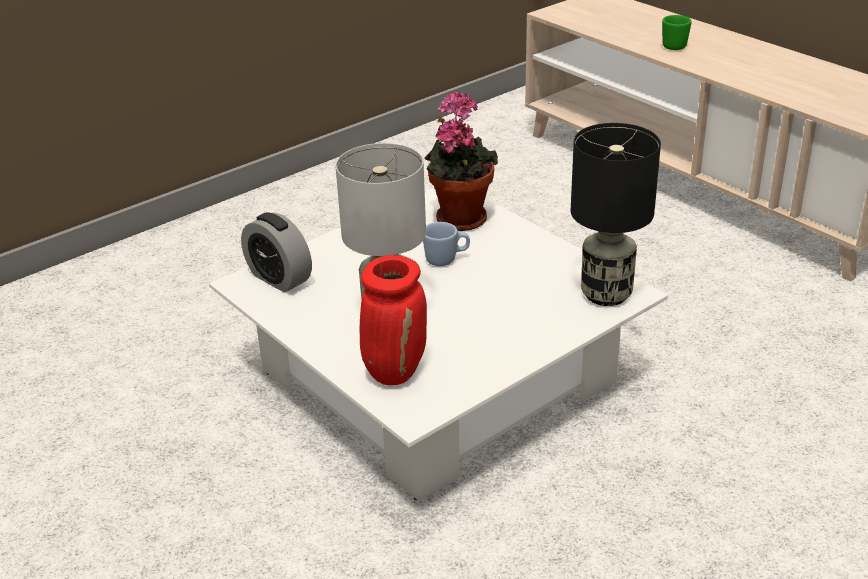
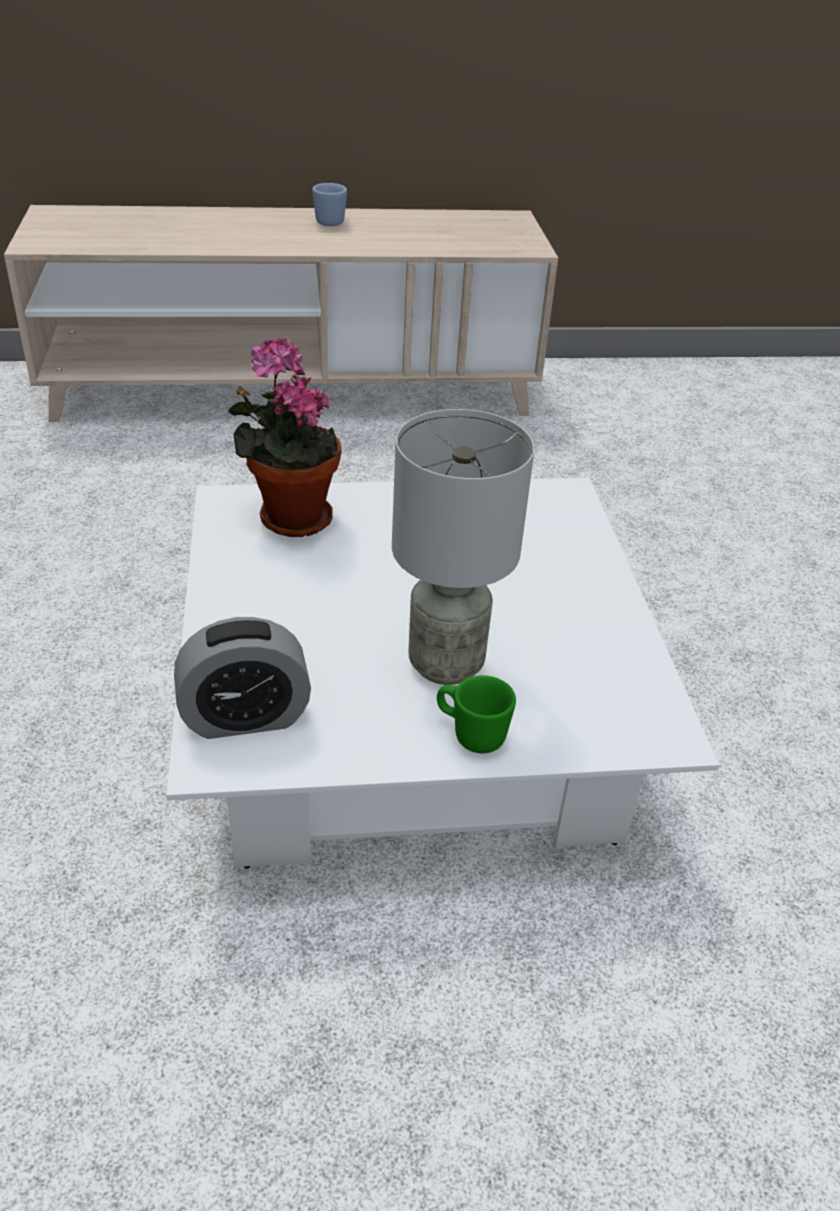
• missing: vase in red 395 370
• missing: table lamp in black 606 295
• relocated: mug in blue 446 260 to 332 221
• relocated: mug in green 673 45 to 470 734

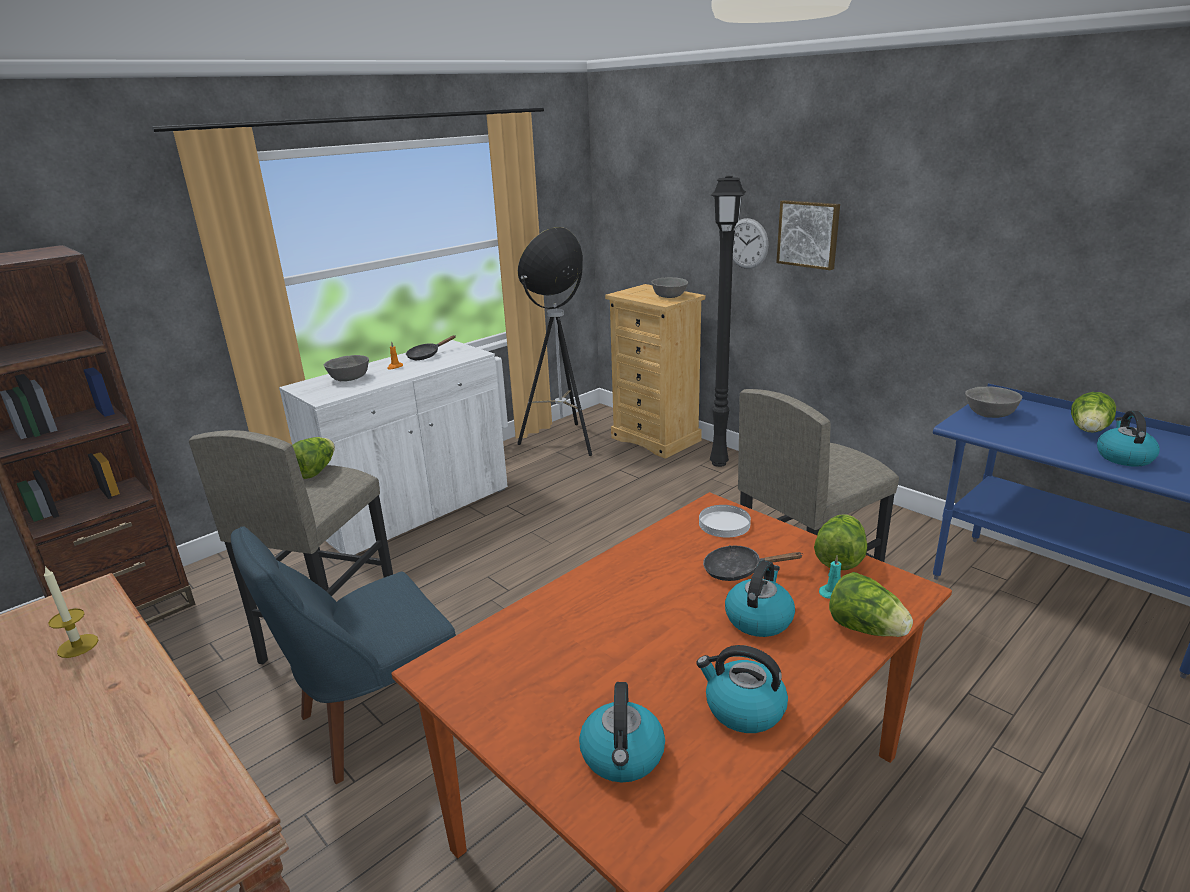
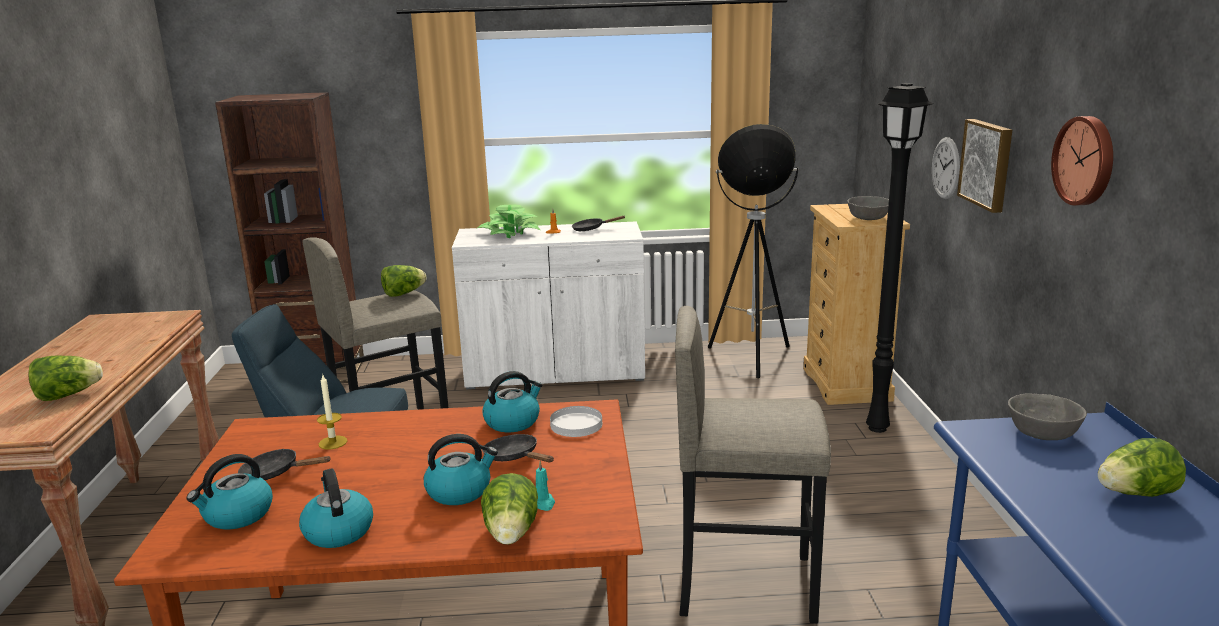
• appeared: frying pan in black 276 473
• appeared: wall clock 1086 160
• relocated: candle 78 646 to 333 442
• relocated: lettuce 839 558 to 68 395
• relocated: kettle 1123 457 to 513 421
• exchanged: bowl in grey 349 378 to potted plant 509 233

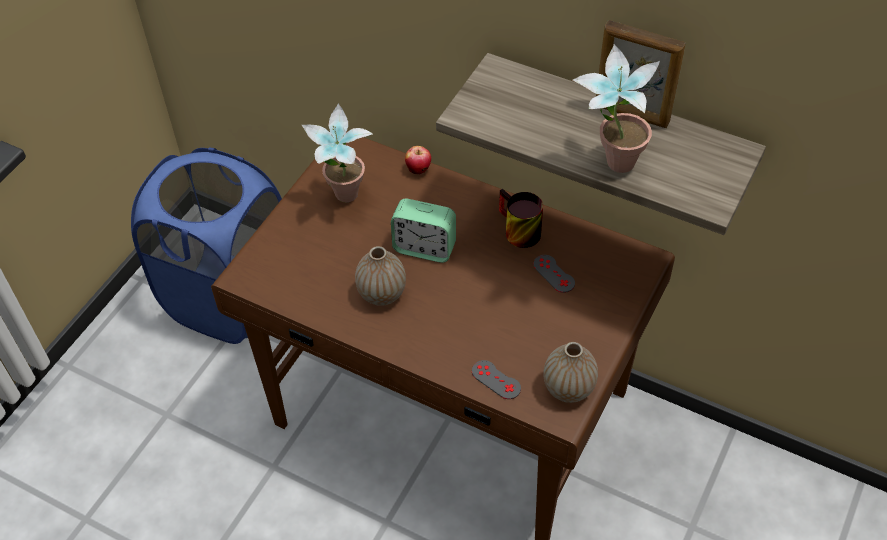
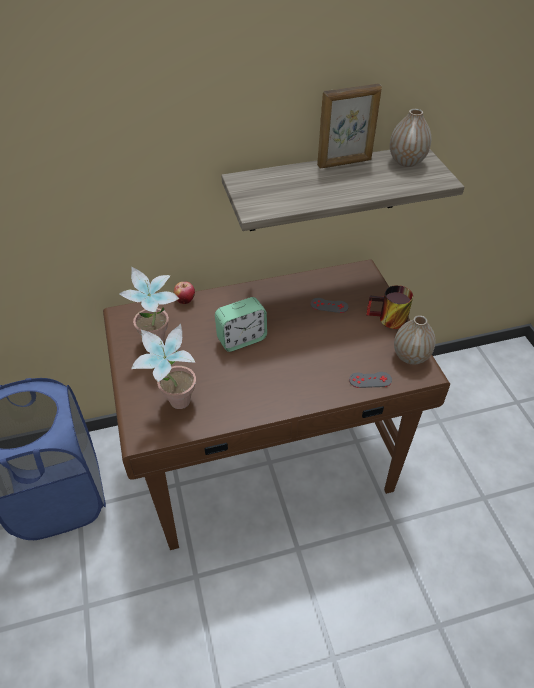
• relocated: vase 382 294 to 406 162
• relocated: mug 516 231 to 388 320
• relocated: potted plant 610 164 to 174 406

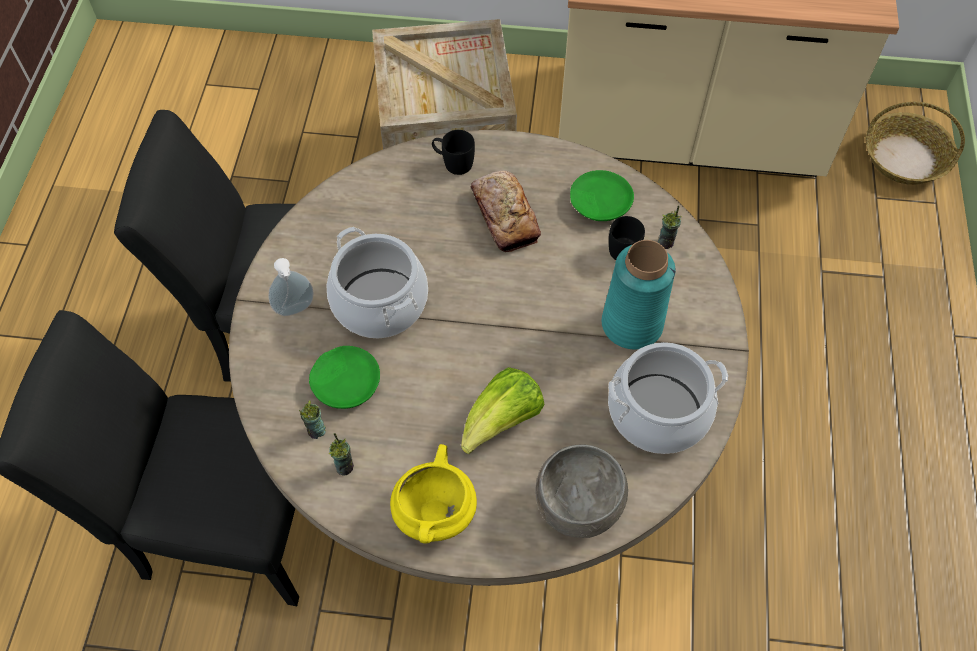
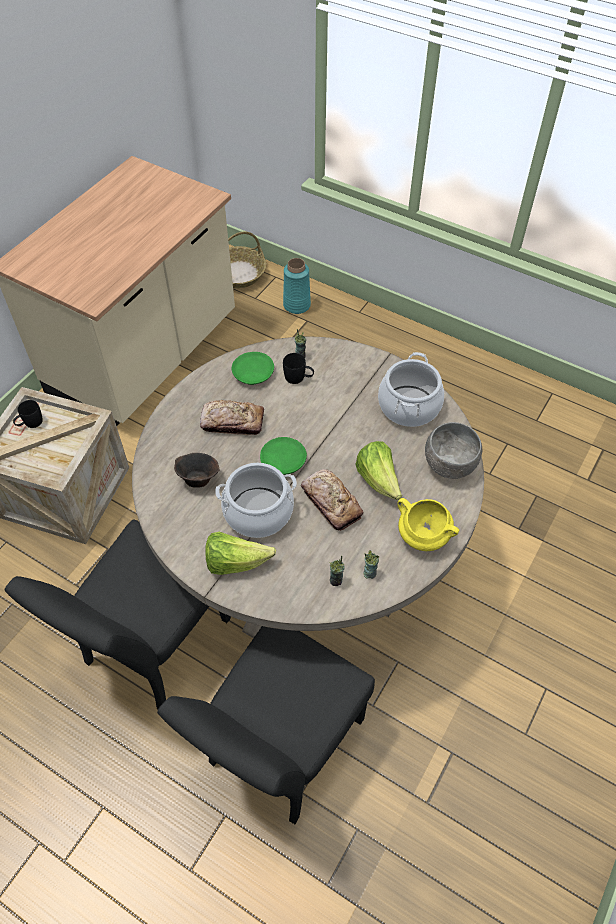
• appeared: bowl in brown 198 478
• appeared: bread 331 503
• relocated: plate in green 346 382 to 283 460
• relocated: mug in black 453 162 to 30 423
• relocated: vase in turquoise 631 324 to 296 305
• exchanged: soap dispenser 296 310 to lettuce 235 562

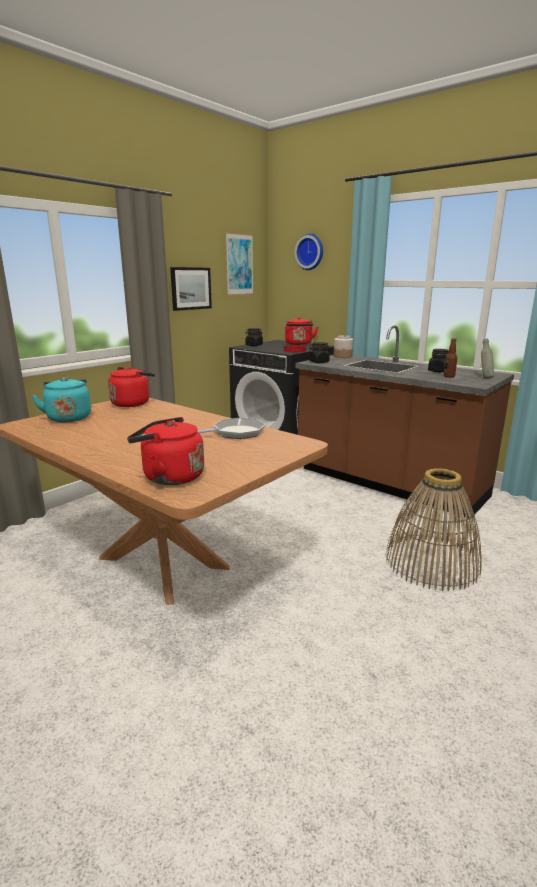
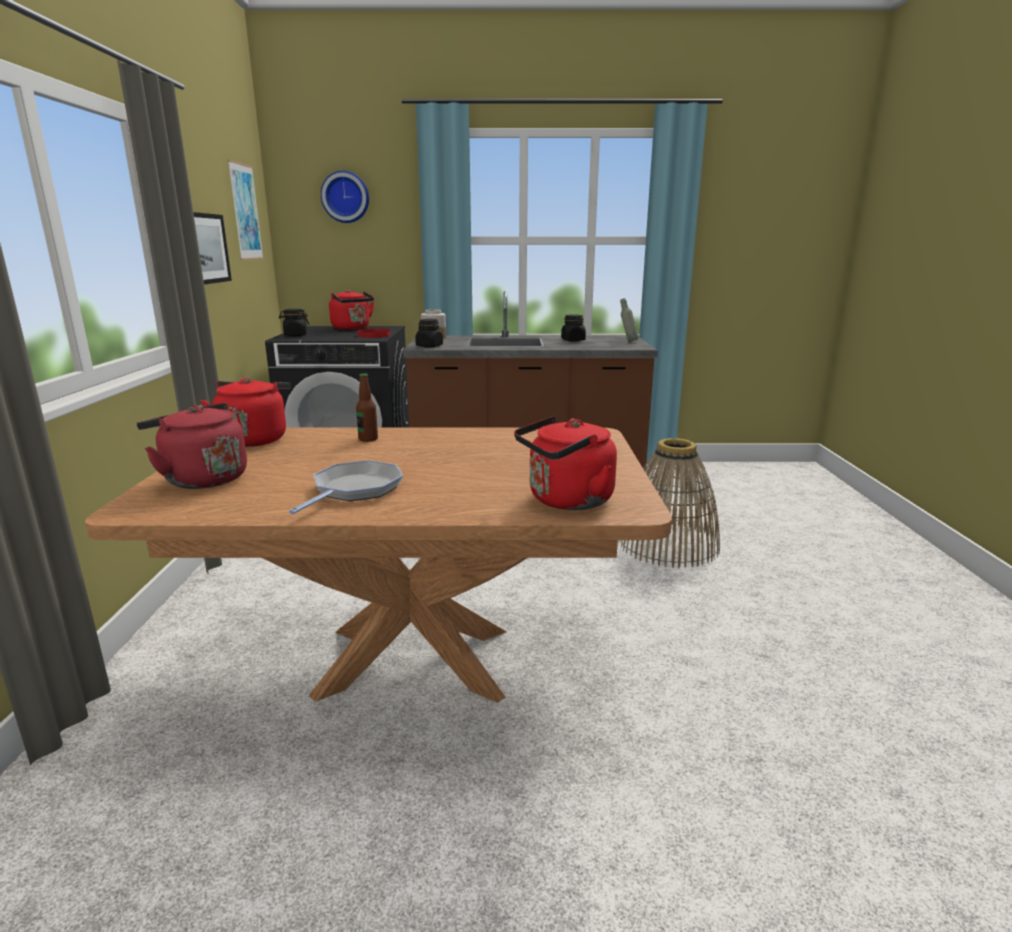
• relocated: frying pan 236 433 to 355 490
• relocated: bottle 449 376 to 368 439
• colour: kettle in turquoise 69 417 to kettle in red 202 479

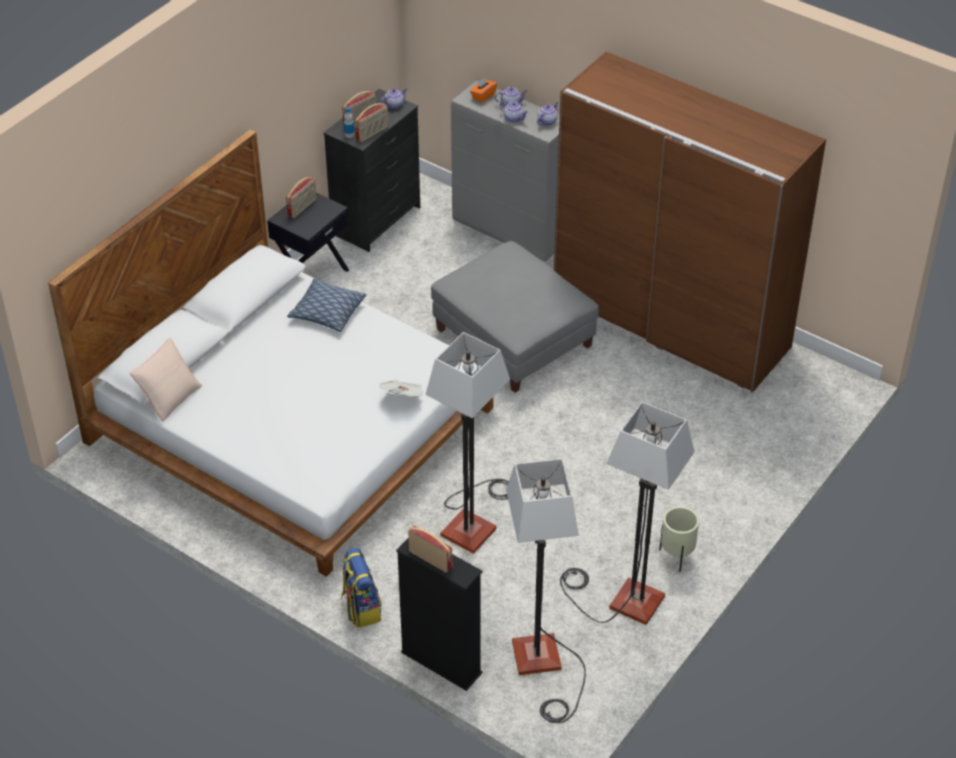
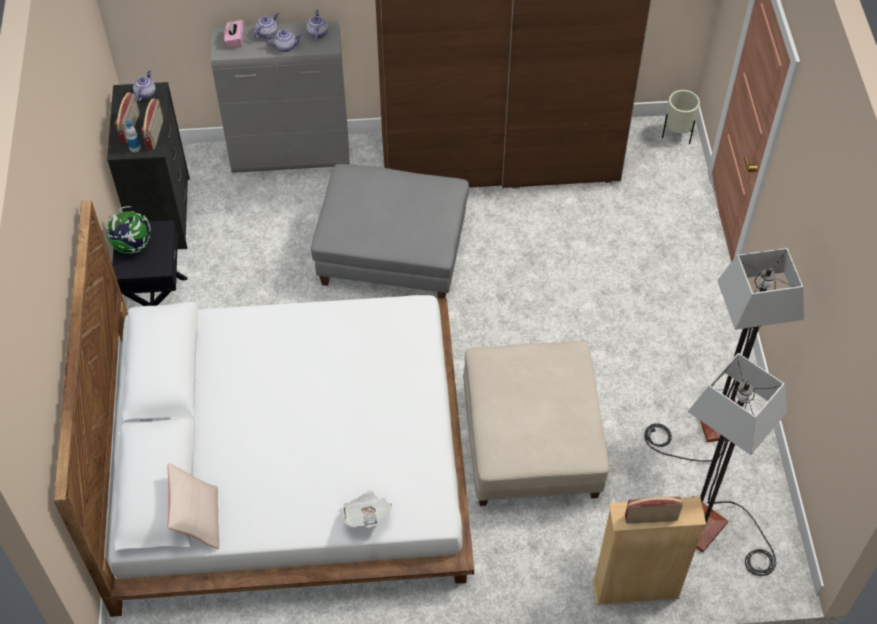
• missing: pillow 327 312
• missing: backpack 361 608
• relocated: newspaper 403 397 to 367 515
• relocated: planter in beige 676 557 to 677 135
• exchanged: radio 302 208 to globe 132 246
• exchanged: floor lamp 473 521 to ottoman in beige 530 442
• colour: bookcase in black 441 663 to bookcase in beige 635 589
• colour: tissue box in orange 483 96 to tissue box in pink 235 40

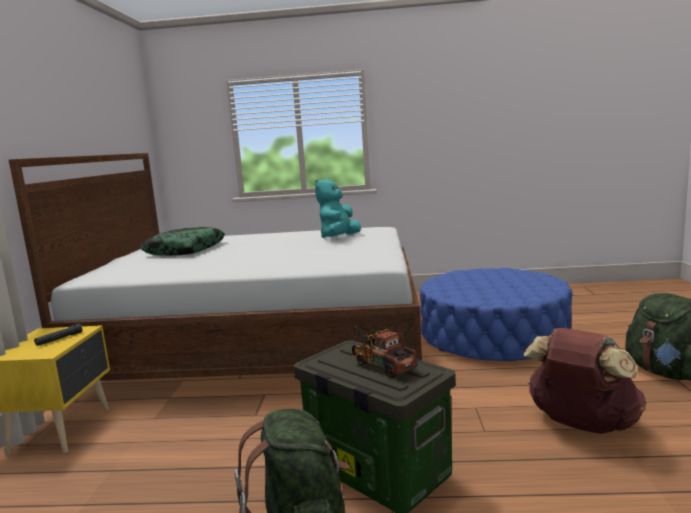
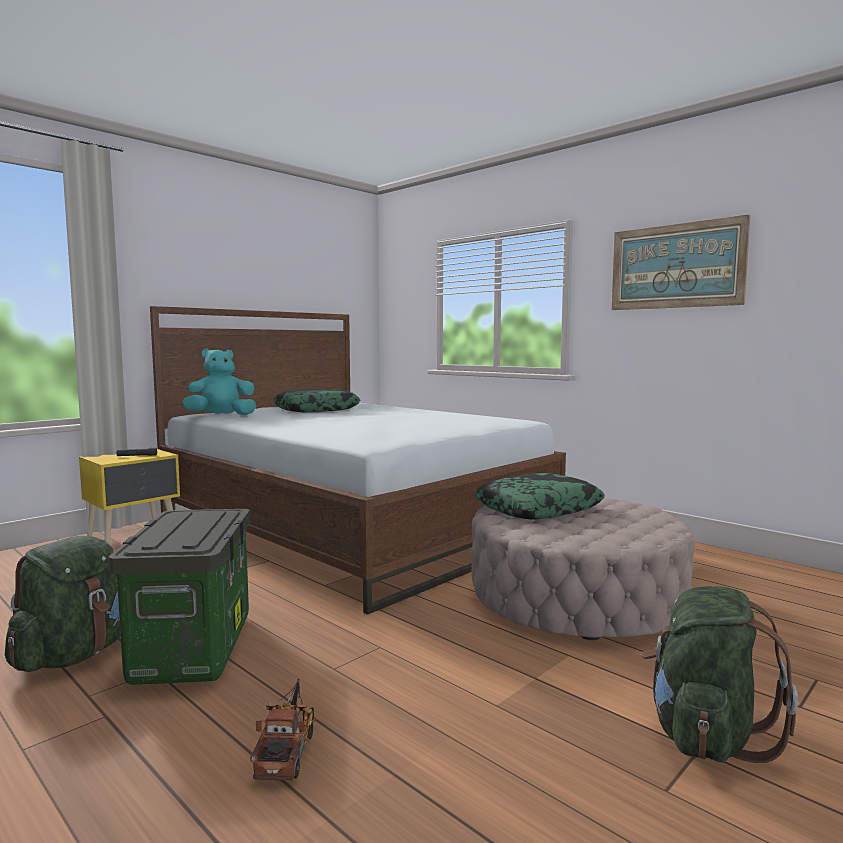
• missing: backpack in brown 581 425
• appeared: pillow 538 508
• appeared: picture 676 266
• relocated: plush toy in turquoise 339 238 to 221 416
• relocated: toy truck 380 364 to 287 749
• colour: ottoman in blue 493 337 to ottoman in beige 575 597

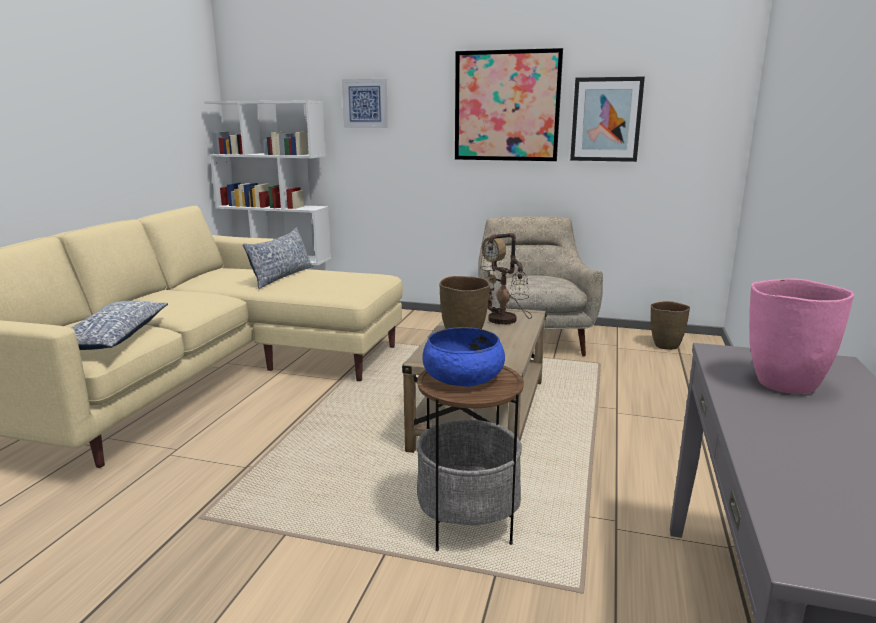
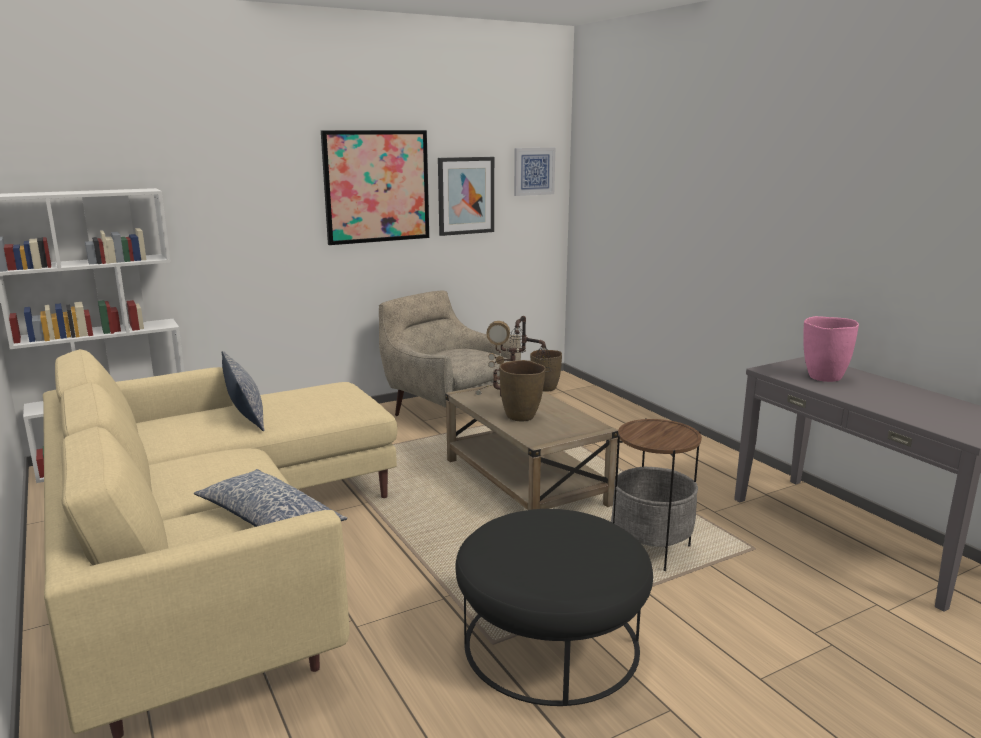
• missing: bowl in blue 463 376
• appeared: ottoman in black 550 643
• relocated: picture 365 103 to 533 171

